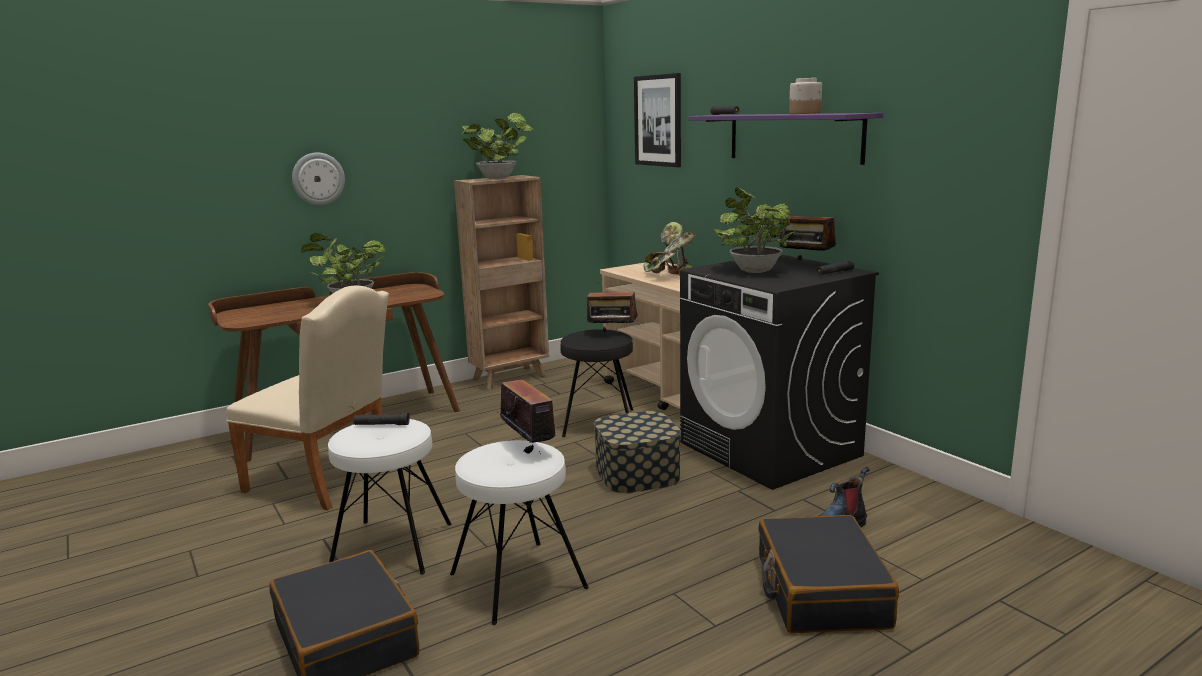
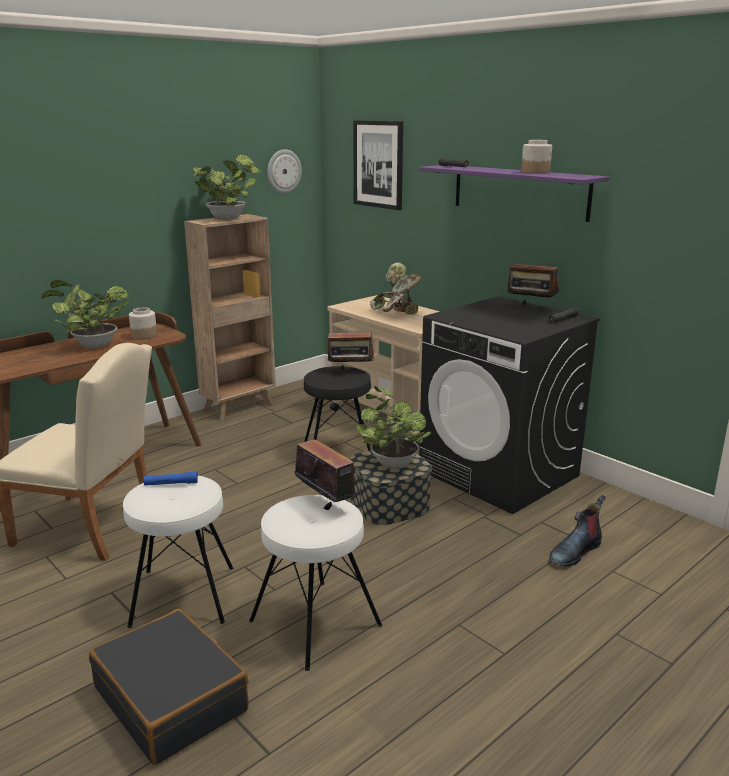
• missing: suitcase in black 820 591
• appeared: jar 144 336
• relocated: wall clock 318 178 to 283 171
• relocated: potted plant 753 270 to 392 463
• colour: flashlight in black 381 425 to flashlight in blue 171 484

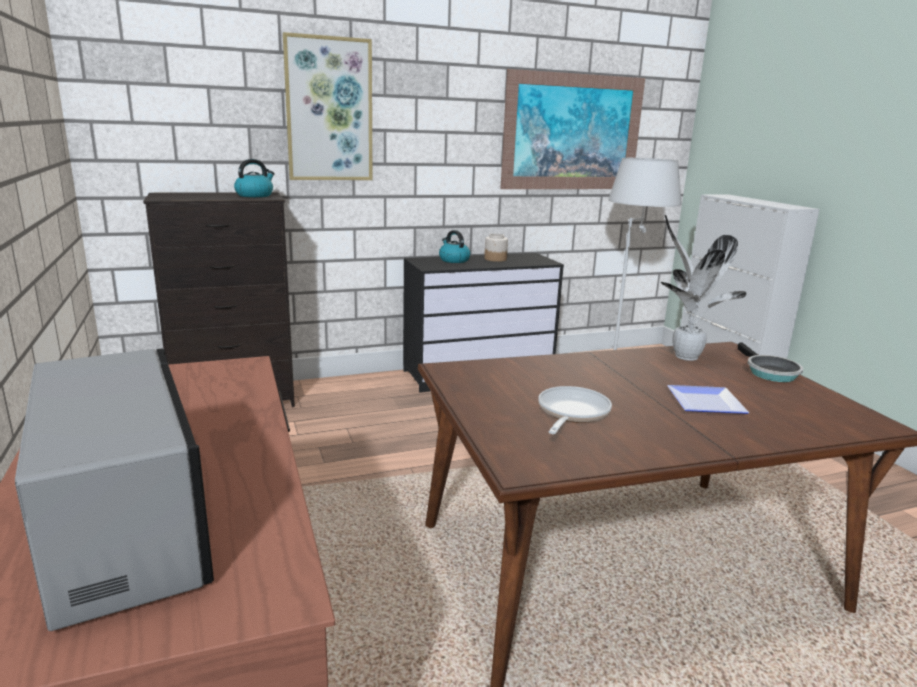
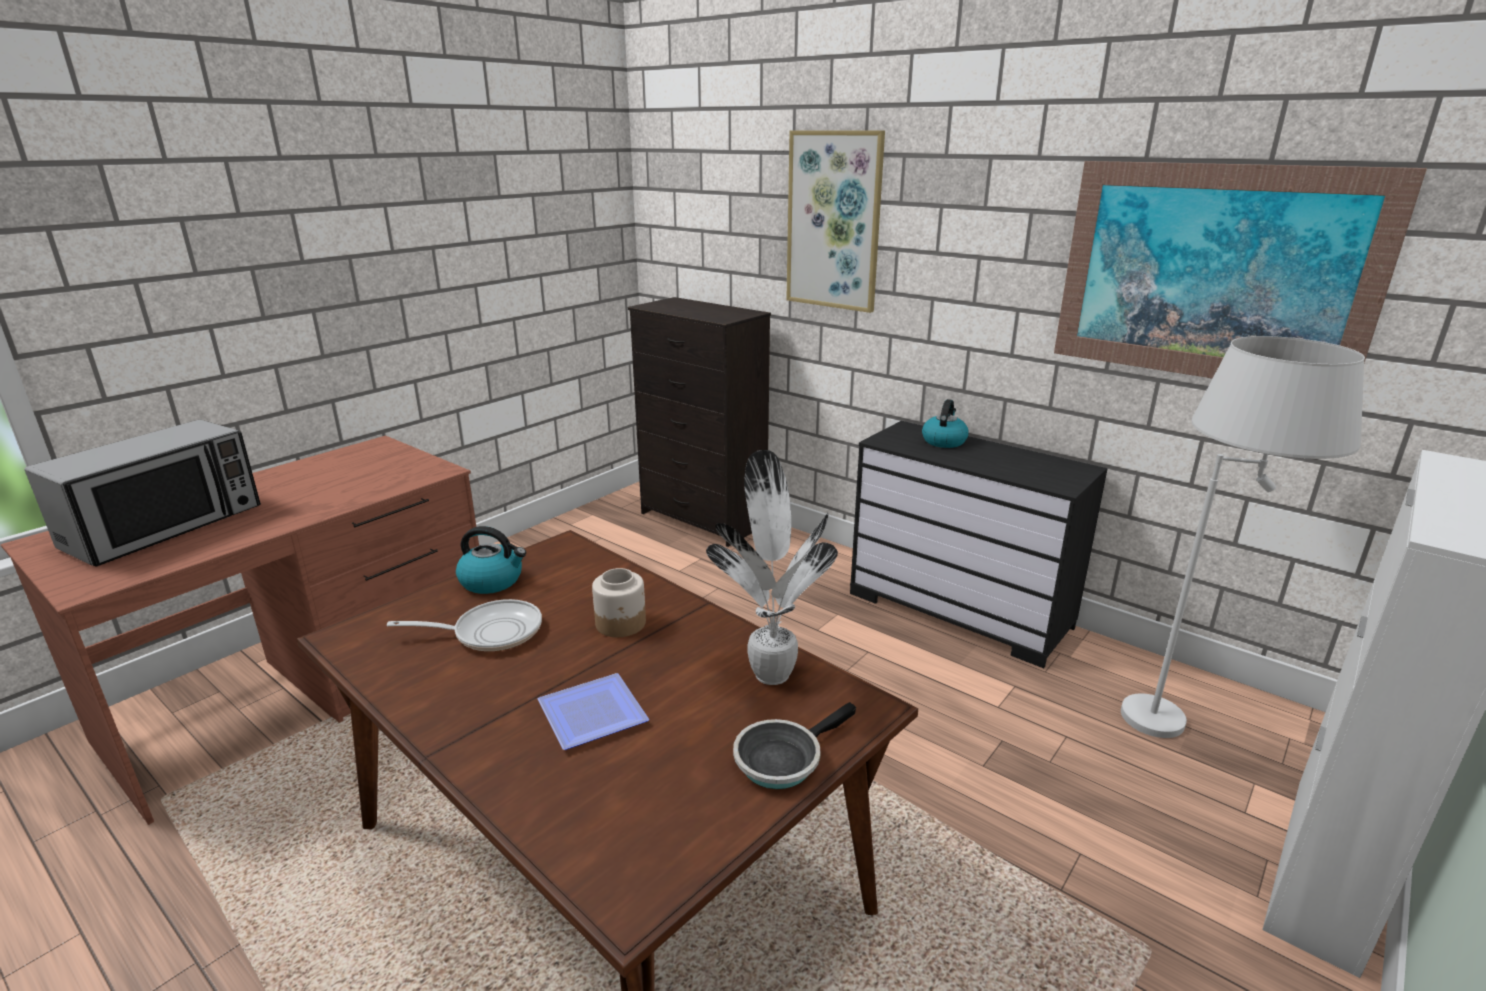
• relocated: kettle 255 195 to 492 581
• relocated: jar 495 259 to 621 624

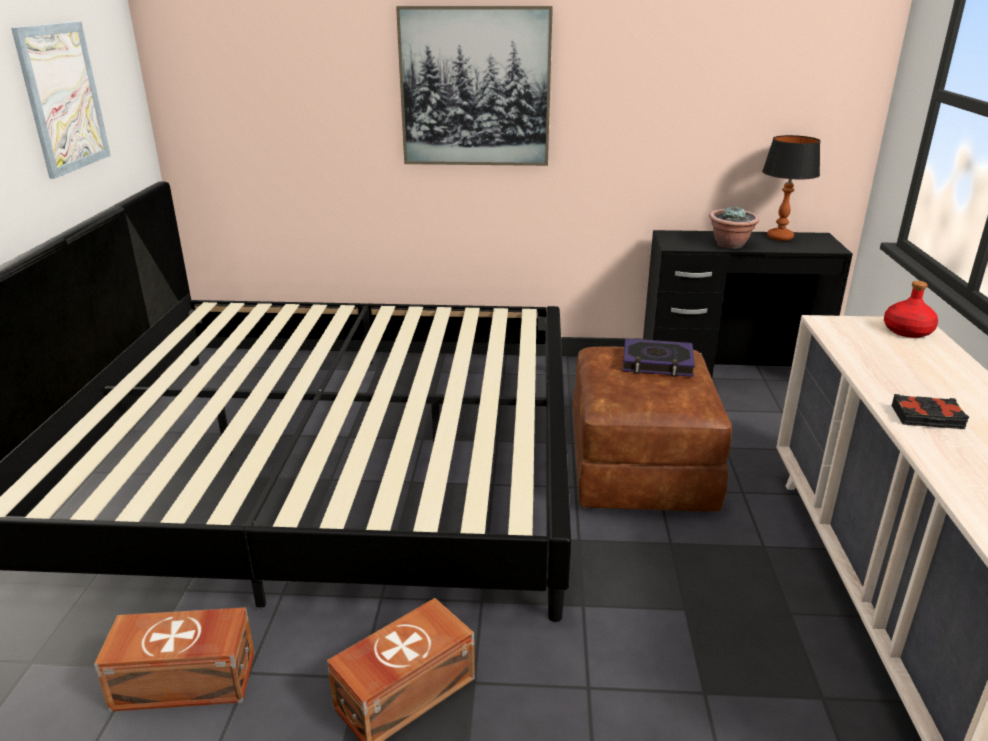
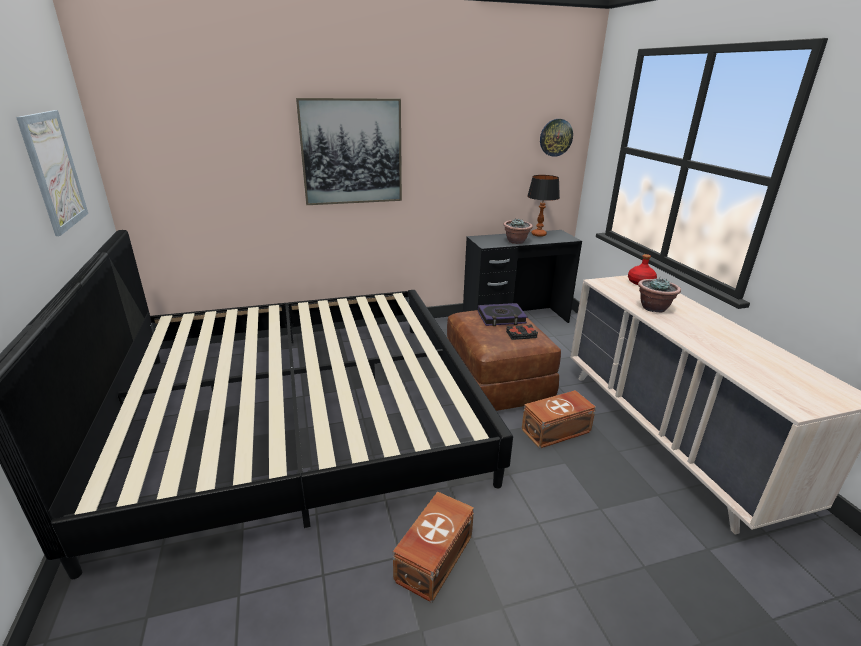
• appeared: wall clock 555 137
• appeared: potted plant 653 308
• relocated: storage box in brown 186 682 to 557 431
• relocated: book in black 927 418 to 521 335

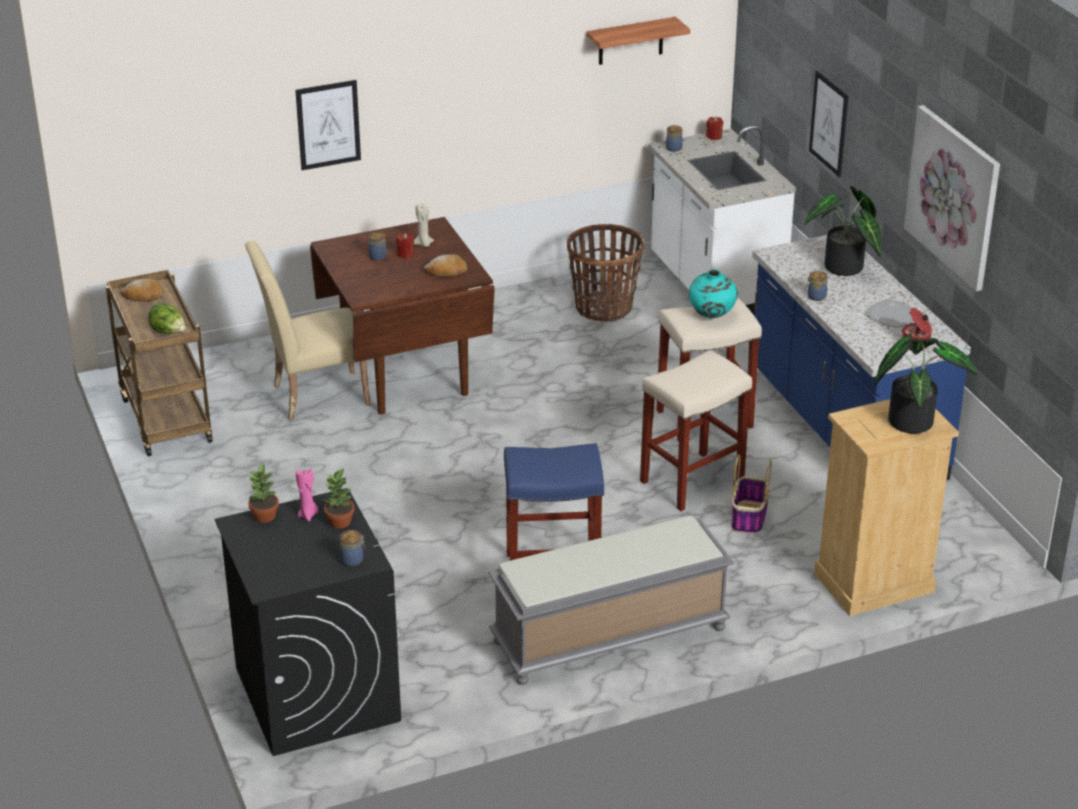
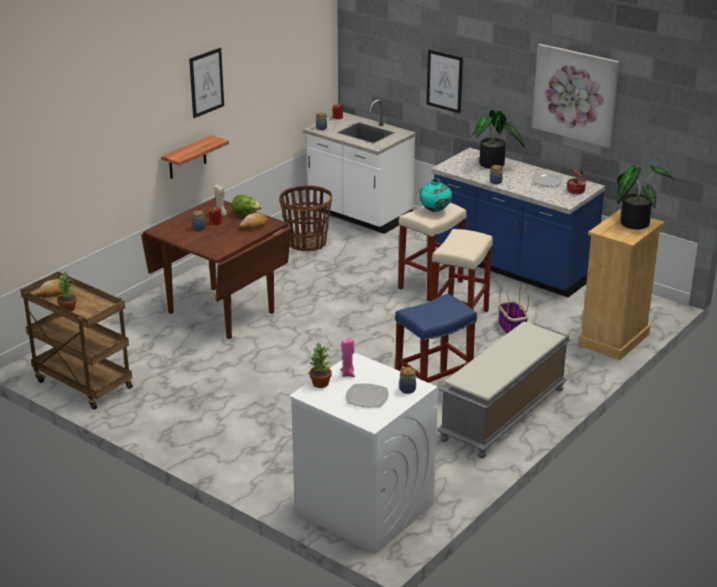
• missing: chair in beige 313 396
• appeared: plate 367 397
• relocated: lettuce 169 332 to 246 214
• relocated: picture 328 124 to 206 82
• relocated: potted plant 340 522 to 68 308
• relocated: shelf 631 41 to 187 158
• colour: washing machine in black 316 693 to washing machine in white 363 508

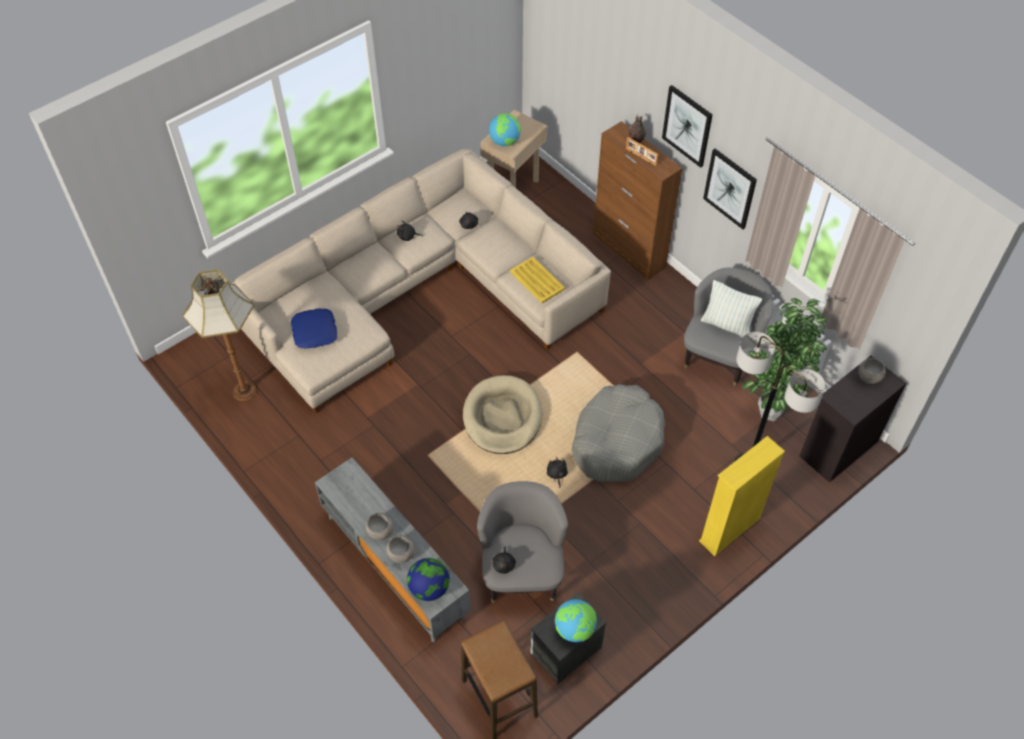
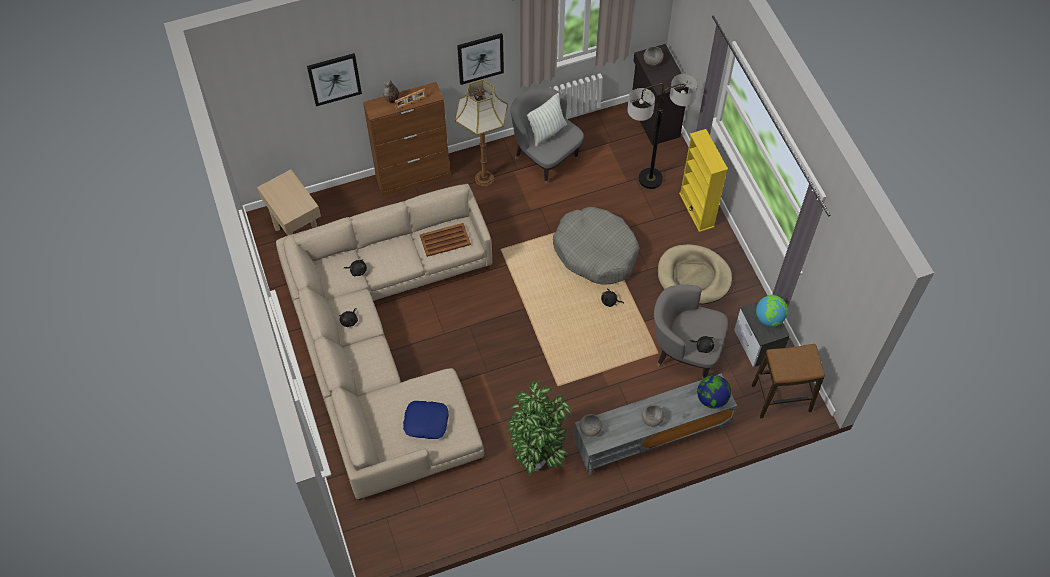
• missing: globe 505 142
• relocated: floor lamp 246 391 to 484 178
• relocated: bowl in grey 400 554 to 590 429
• relocated: dog bed in beige 502 417 to 693 276
• relocated: picture 687 126 to 334 79
• relocated: potted plant 769 415 to 537 463
• colour: tray in yellow 537 280 to tray in brown 444 240

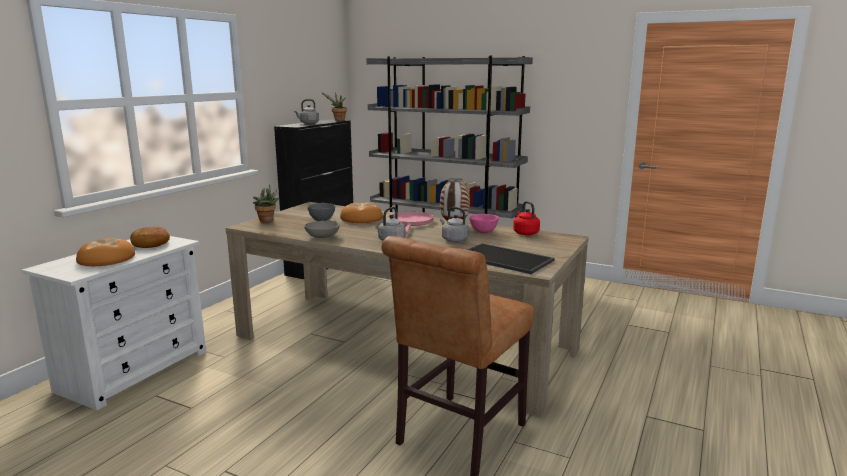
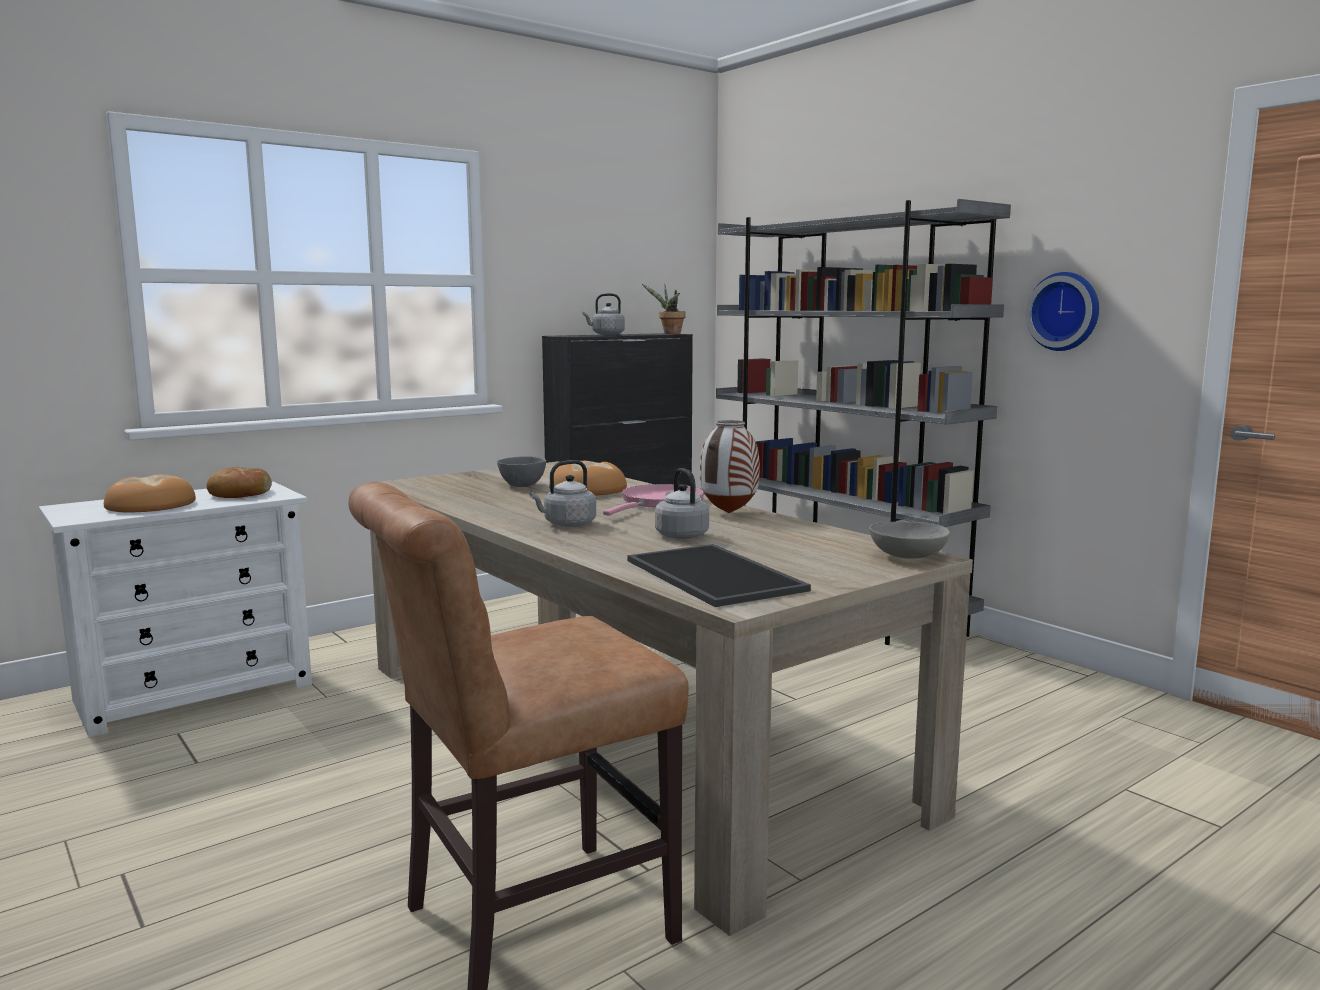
• missing: potted plant 267 221
• missing: bowl in pink 483 232
• missing: kettle in red 525 233
• appeared: wall clock 1065 311
• relocated: bowl in grey 322 237 to 907 556

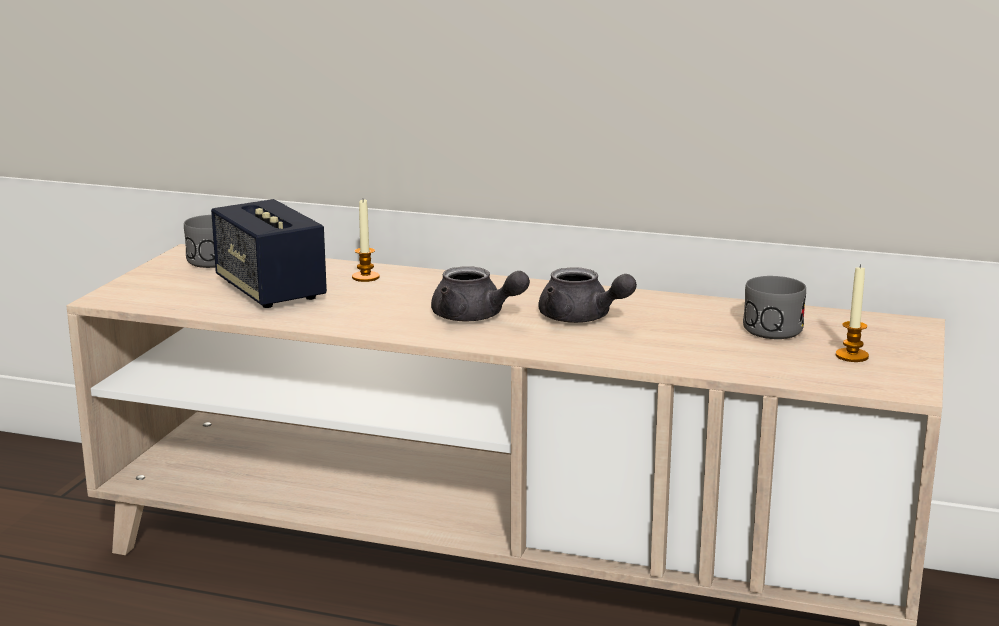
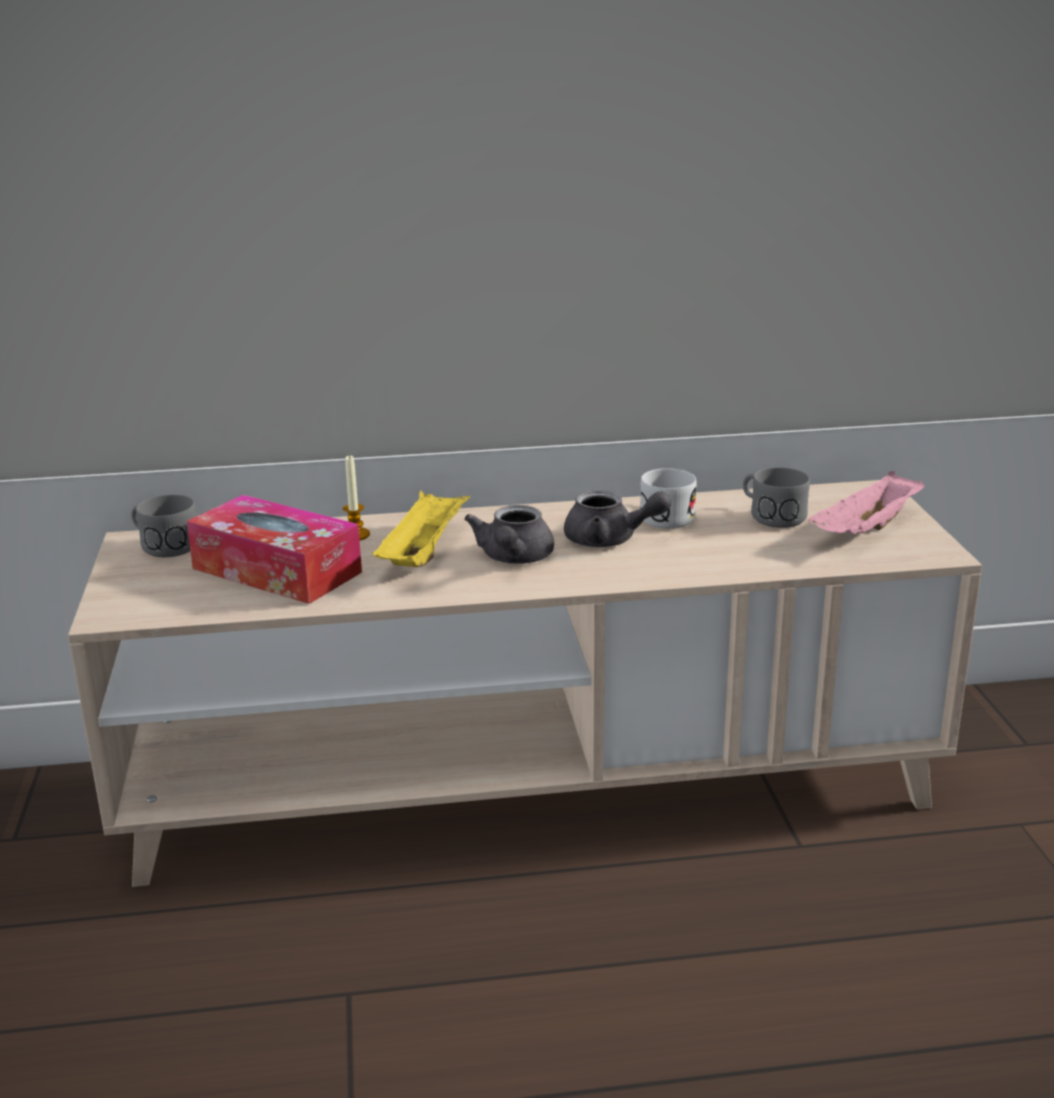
• appeared: tray in yellow 423 552
• appeared: mug in white 665 515
• exchanged: speaker 270 291 to tissue box 277 570
• exchanged: candle 852 356 to tray in pink 866 531
• spun: teapot in grey 475 317 = 513 559 90 degrees clockwise

